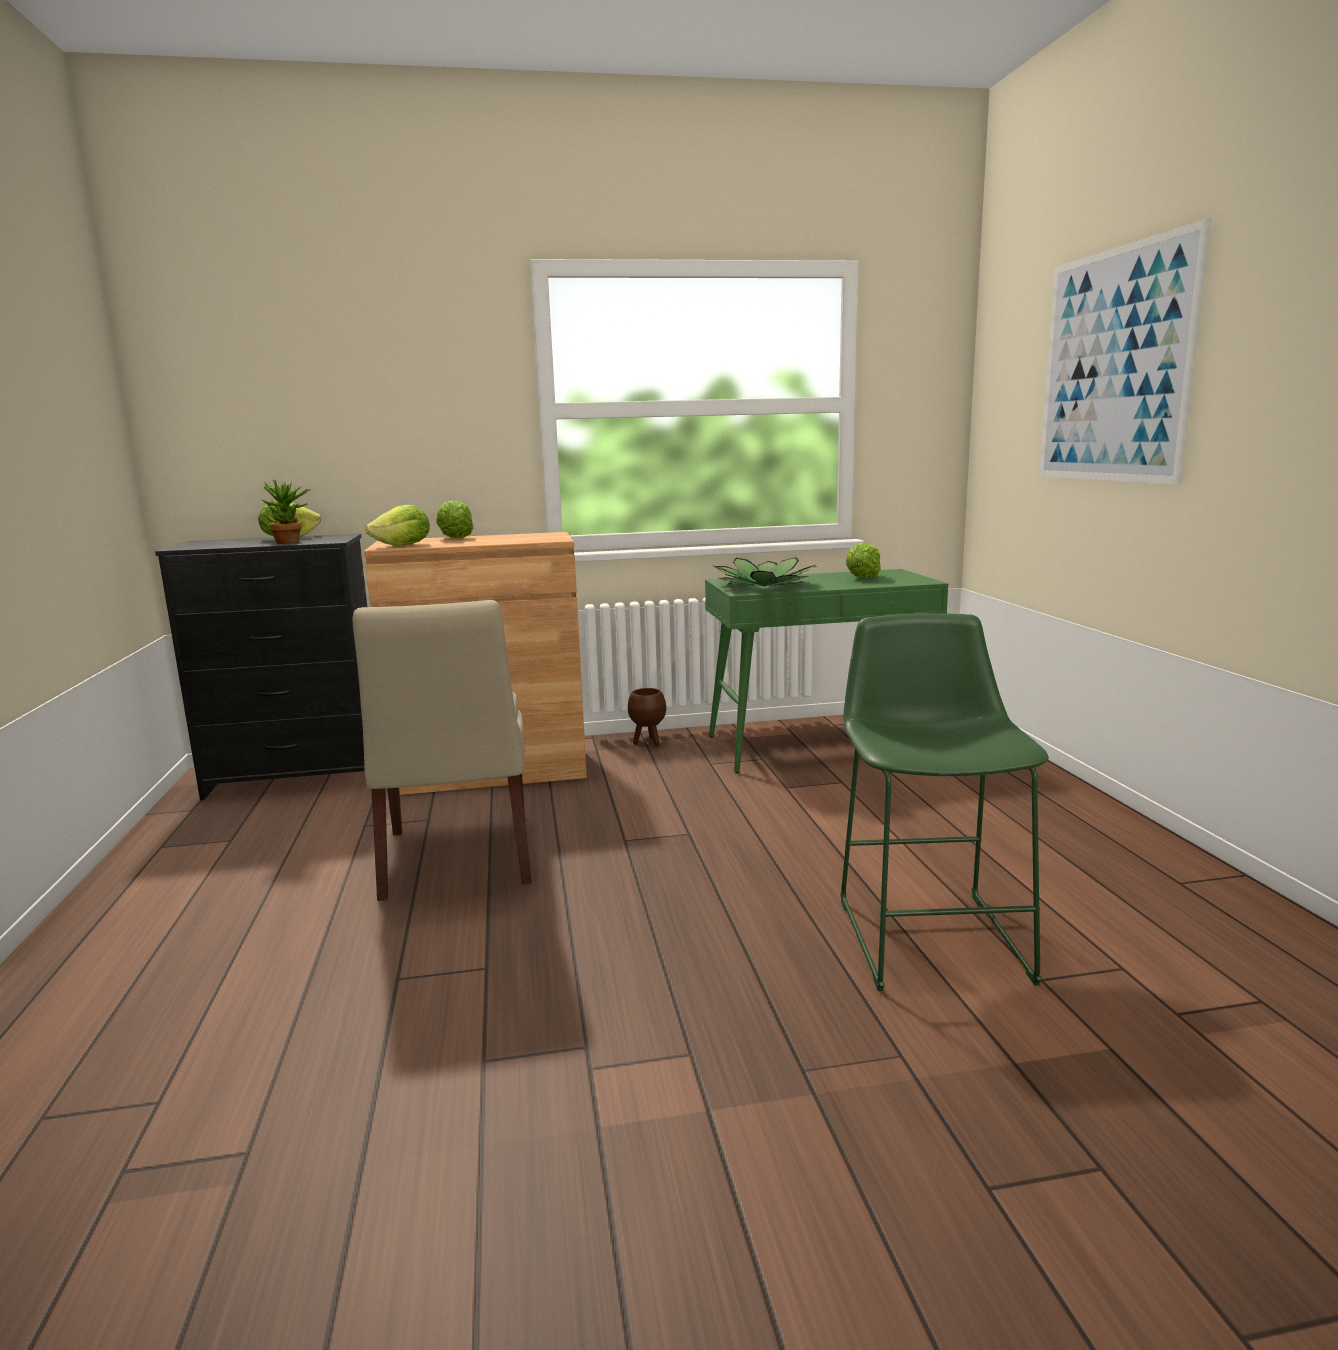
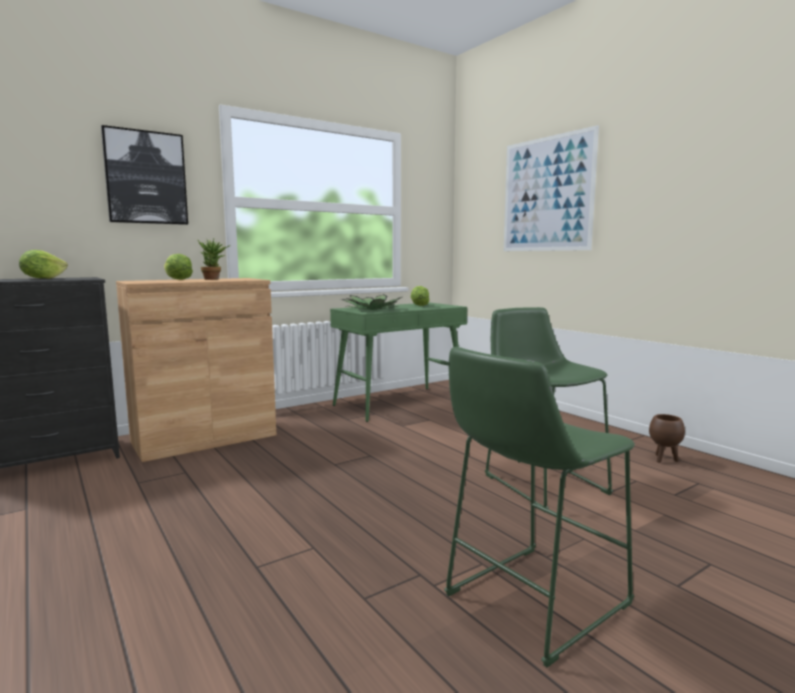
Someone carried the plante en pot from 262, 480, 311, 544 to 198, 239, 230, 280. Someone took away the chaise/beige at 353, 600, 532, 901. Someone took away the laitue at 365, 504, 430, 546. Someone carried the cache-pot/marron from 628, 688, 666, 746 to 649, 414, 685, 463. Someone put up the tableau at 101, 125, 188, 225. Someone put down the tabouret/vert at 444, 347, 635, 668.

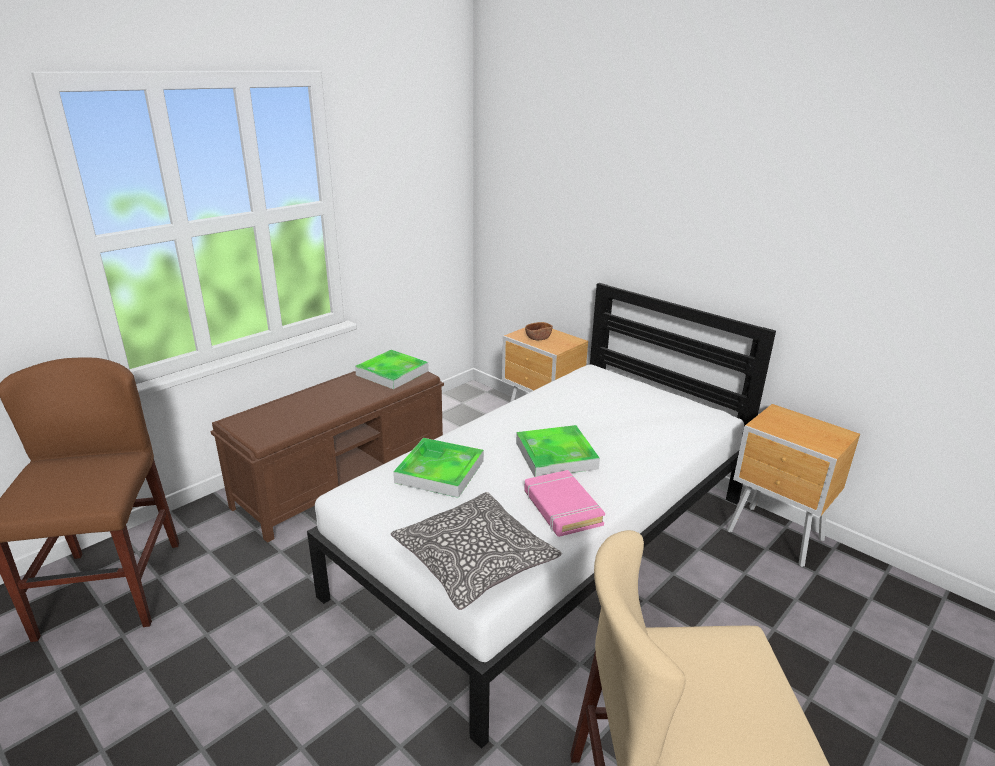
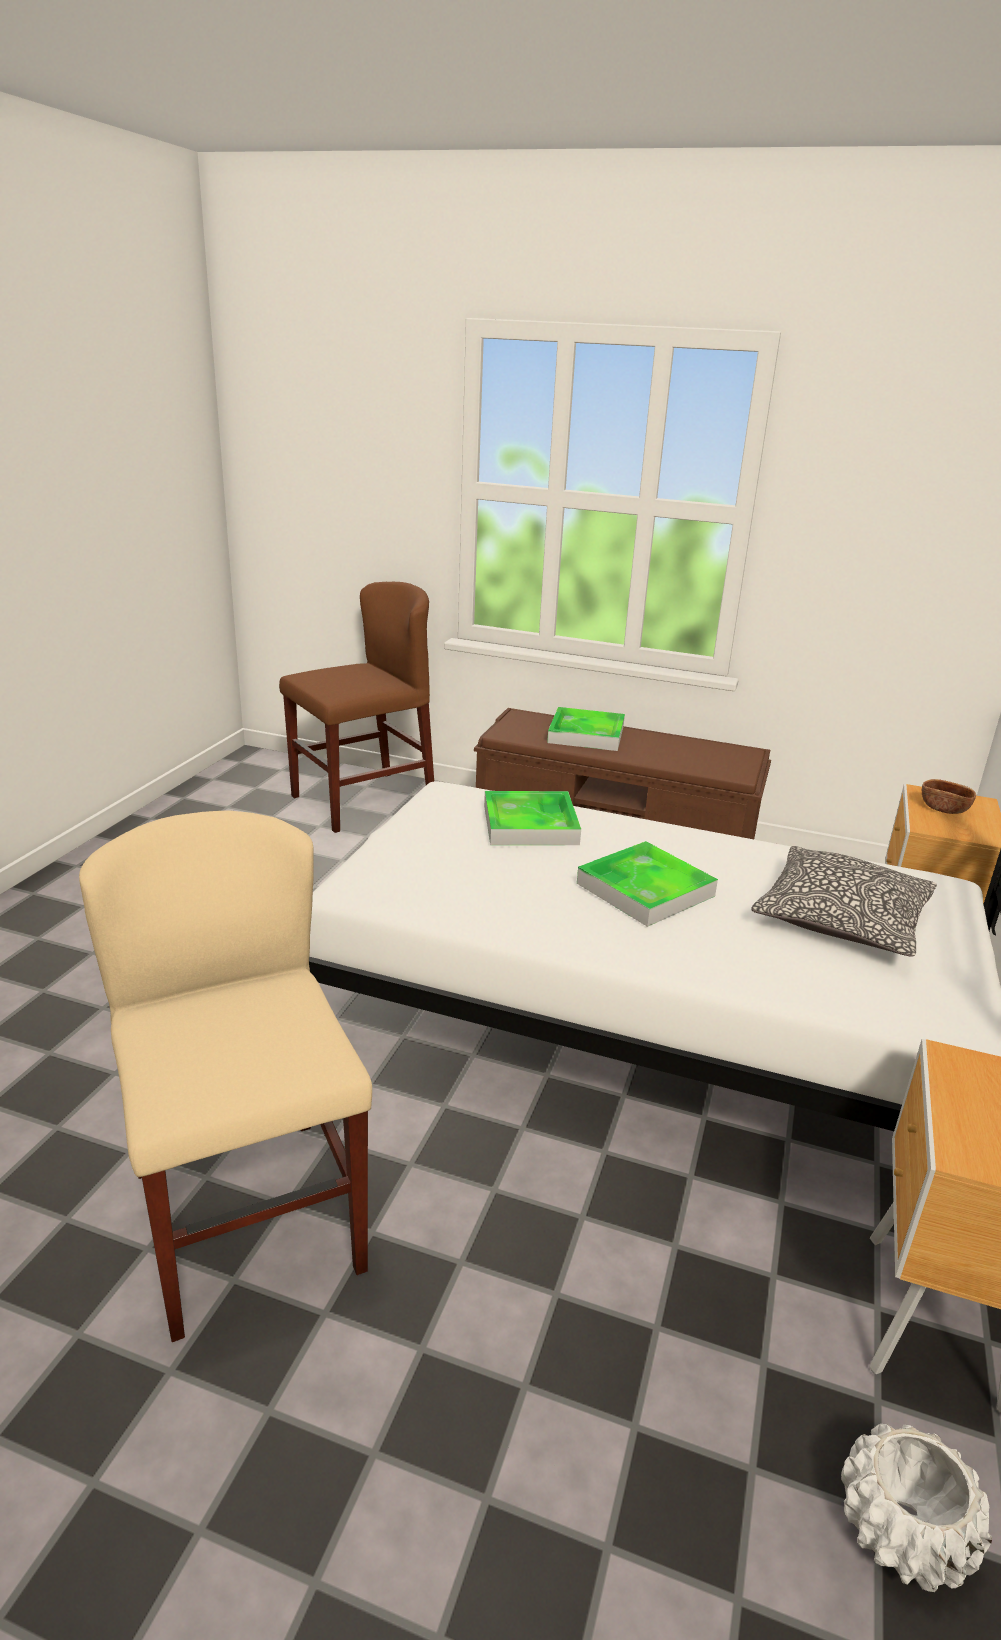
Someone carried the plateau from 355, 350, 429, 389 to 547, 707, 625, 751. Someone carried the coussin from 391, 492, 562, 610 to 751, 846, 937, 957. Someone took away the livre/rose at 524, 470, 605, 537. Someone put down the cache-pot/blanc at 841, 1424, 992, 1592.

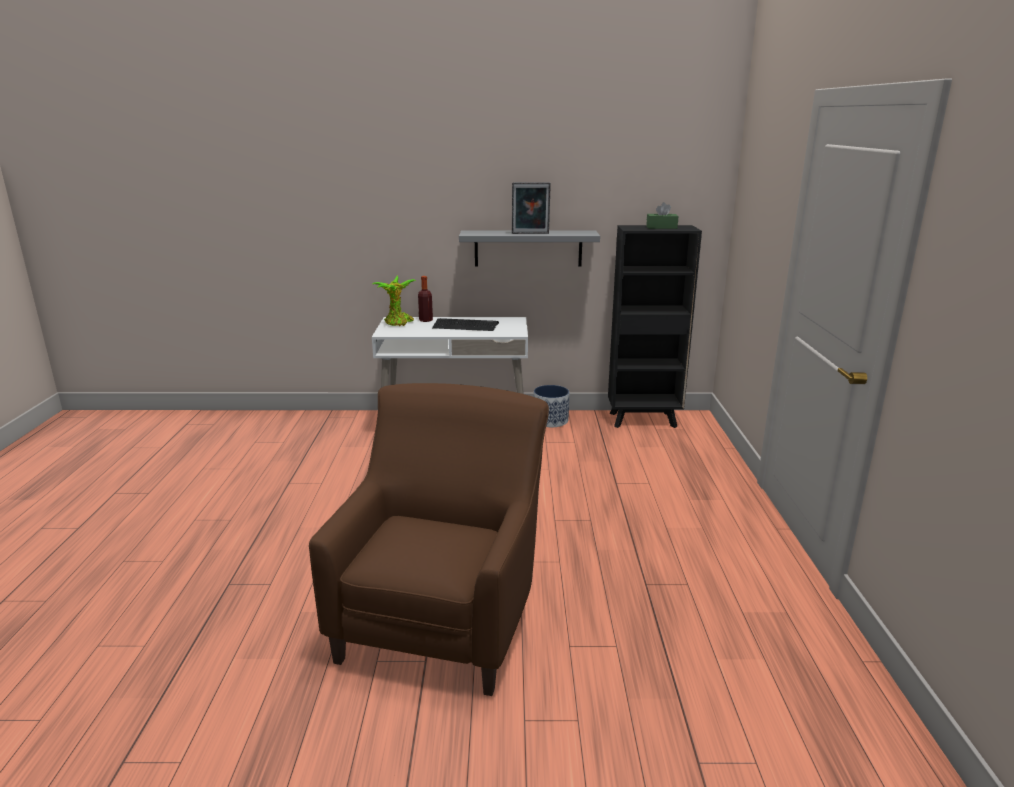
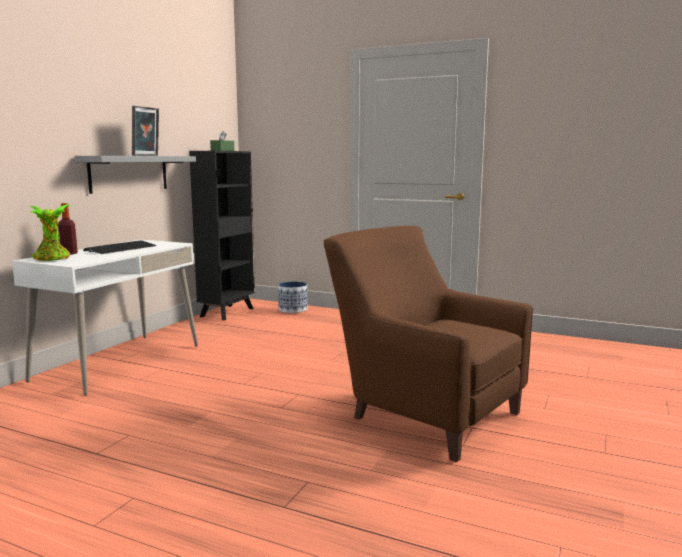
Someone carried the cache-pot from 534, 385, 569, 427 to 278, 281, 307, 313.

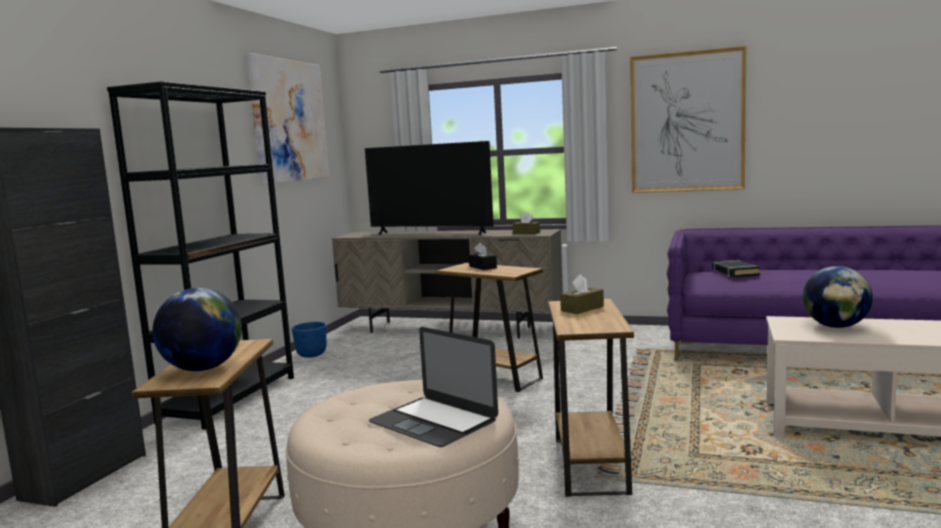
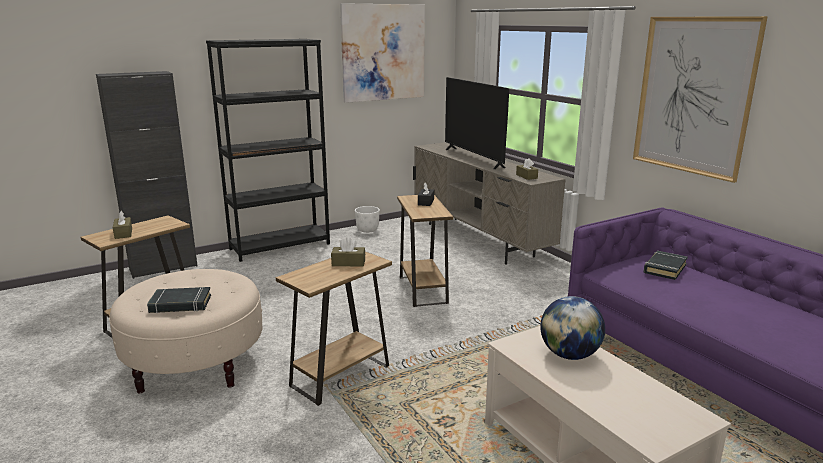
Someone swapped the globe at 152, 288, 242, 371 for the boîte à mouchoirs/marron at 113, 211, 132, 239. Someone repainted the cache-pot/bleu at 292, 322, 327, 358, which became the cache-pot/blanc at 355, 206, 380, 233. Someone swapped the ordinateur portable at 369, 327, 498, 447 for the livre/noir at 147, 287, 211, 313.

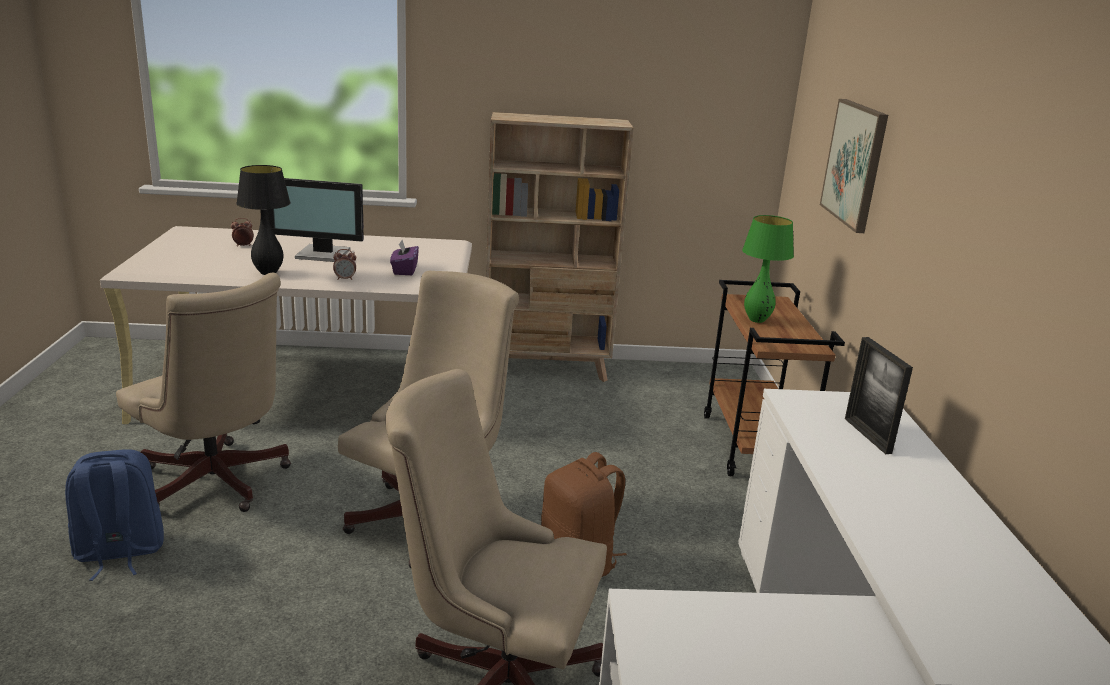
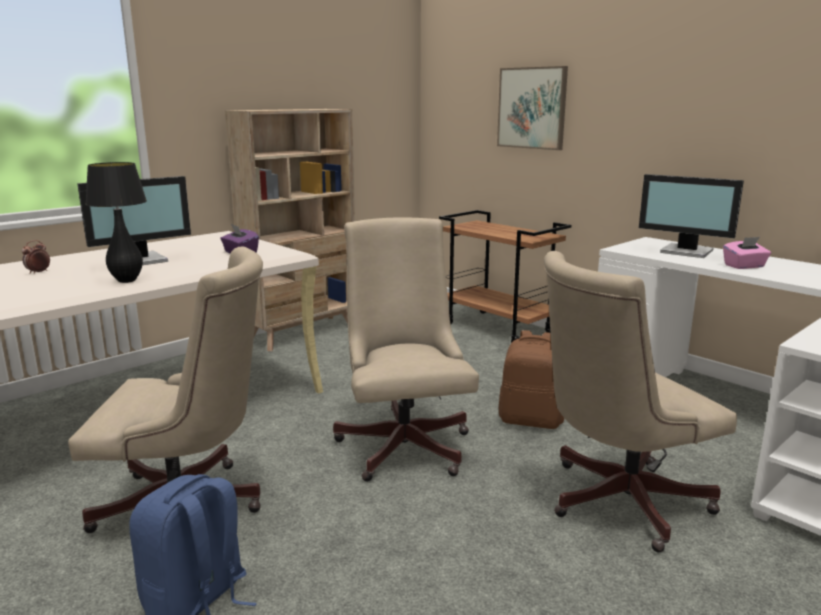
Someone took away the réveil at 333, 249, 356, 280. Someone took away the lampe de table/vert at 742, 215, 794, 323. Someone swapped the cadre photo at 845, 337, 913, 454 for the écran d'ordinateur at 639, 174, 744, 258. Someone put down the boîte à mouchoirs/rose at 723, 237, 771, 269.

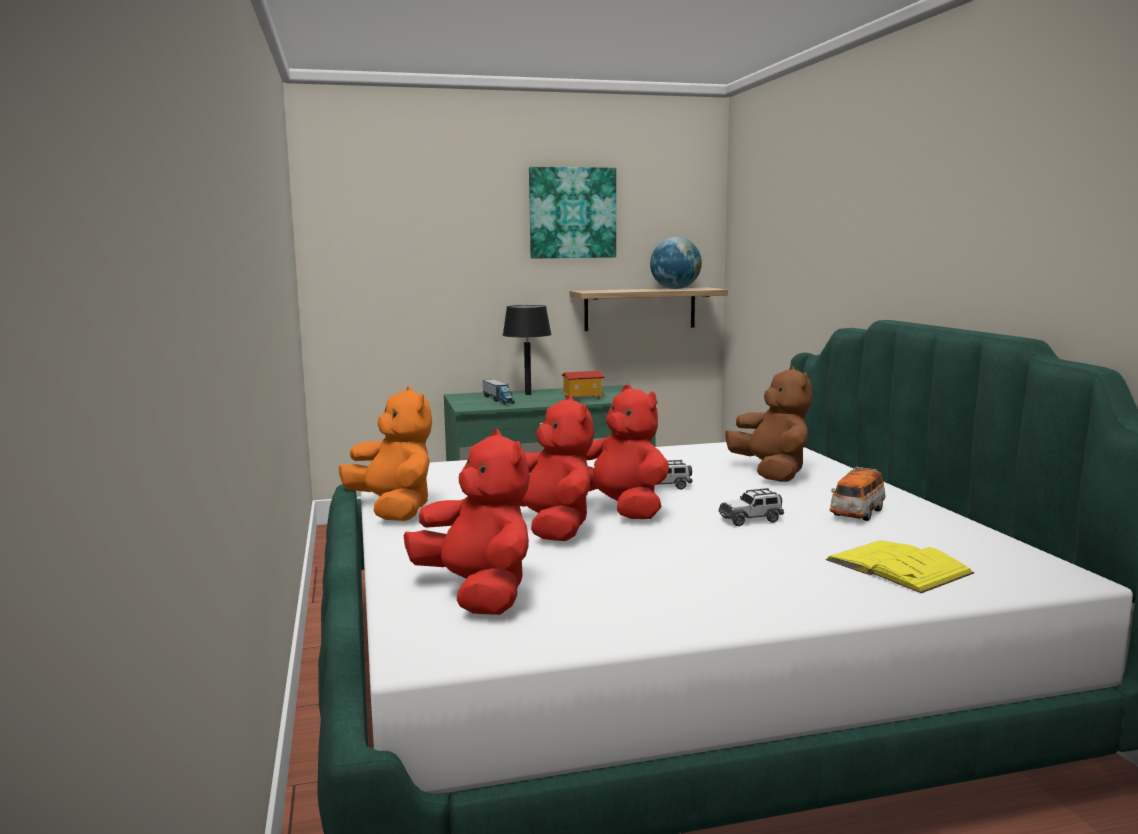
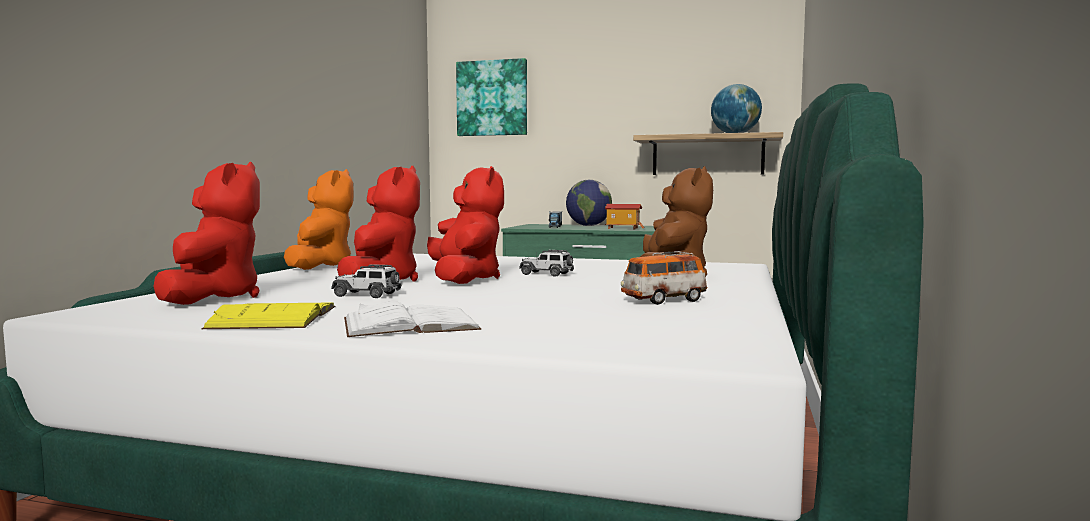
Someone swapped the lampe de table/noir at 503, 305, 552, 395 for the globe at 566, 180, 612, 226. Someone carried the tableau from 529, 167, 616, 258 to 456, 58, 527, 136. Someone carried the petite voiture from 718, 488, 784, 526 to 331, 264, 401, 298. Someone carried the livre/jaune from 826, 540, 974, 593 to 202, 302, 335, 329. Someone put down the livre/blanc at 344, 301, 481, 337.

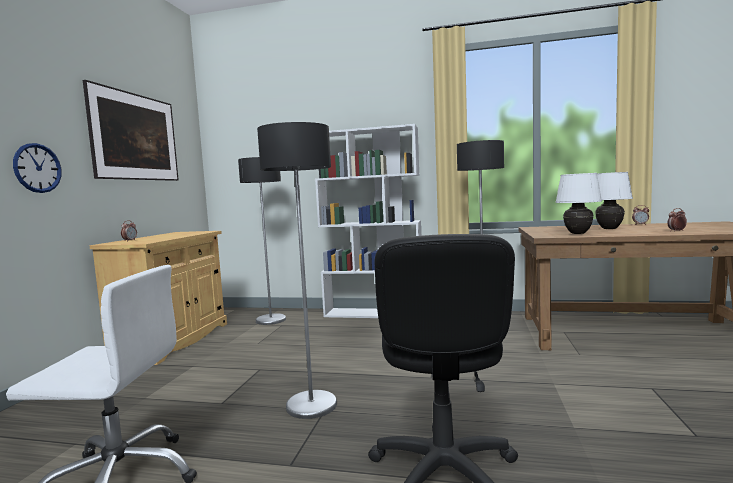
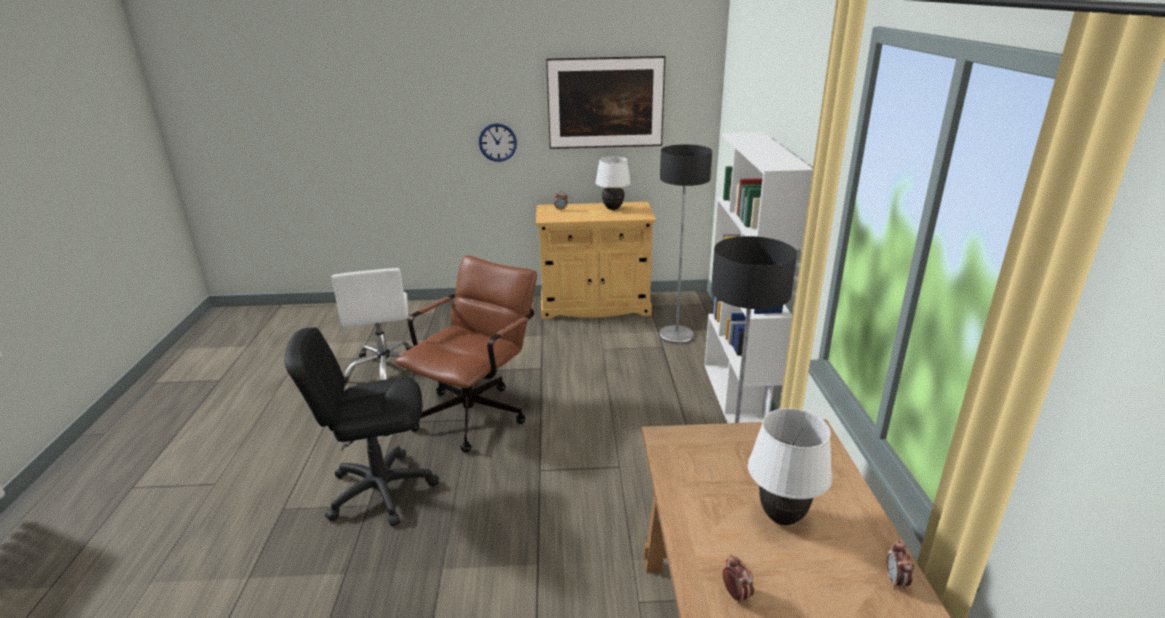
Someone swapped the lampadaire at 257, 122, 337, 419 for the chaise de bureau/marron at 395, 255, 537, 453. Someone carried the lampe de table/blanc from 555, 173, 602, 234 to 595, 156, 631, 210.

